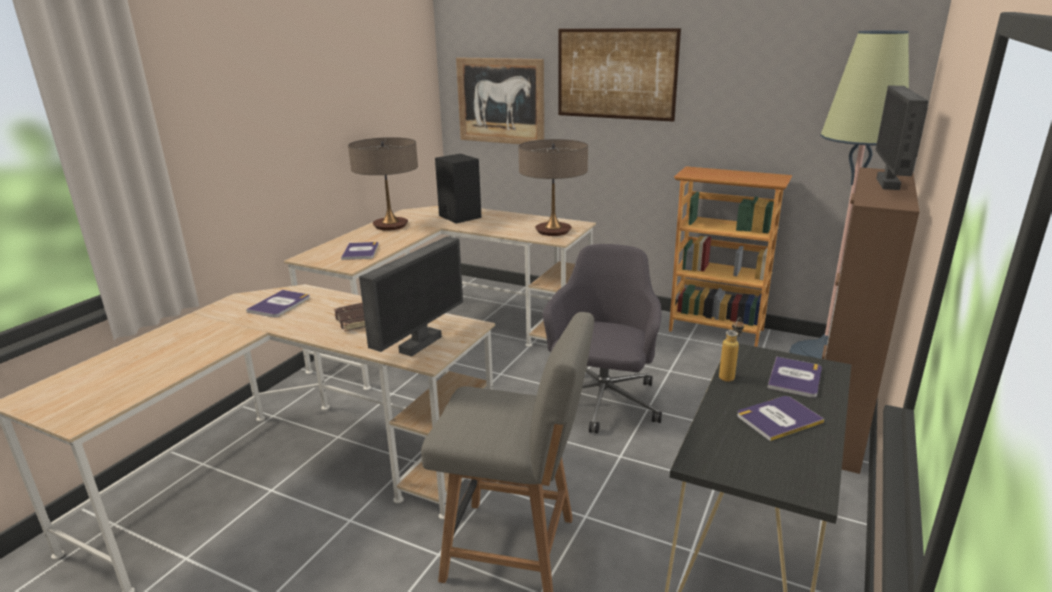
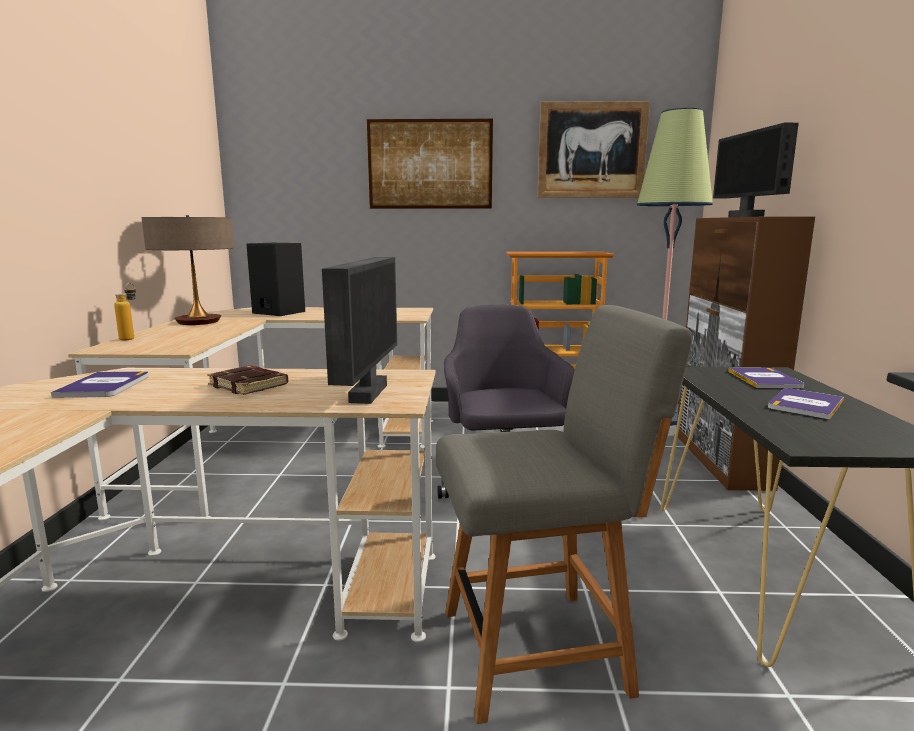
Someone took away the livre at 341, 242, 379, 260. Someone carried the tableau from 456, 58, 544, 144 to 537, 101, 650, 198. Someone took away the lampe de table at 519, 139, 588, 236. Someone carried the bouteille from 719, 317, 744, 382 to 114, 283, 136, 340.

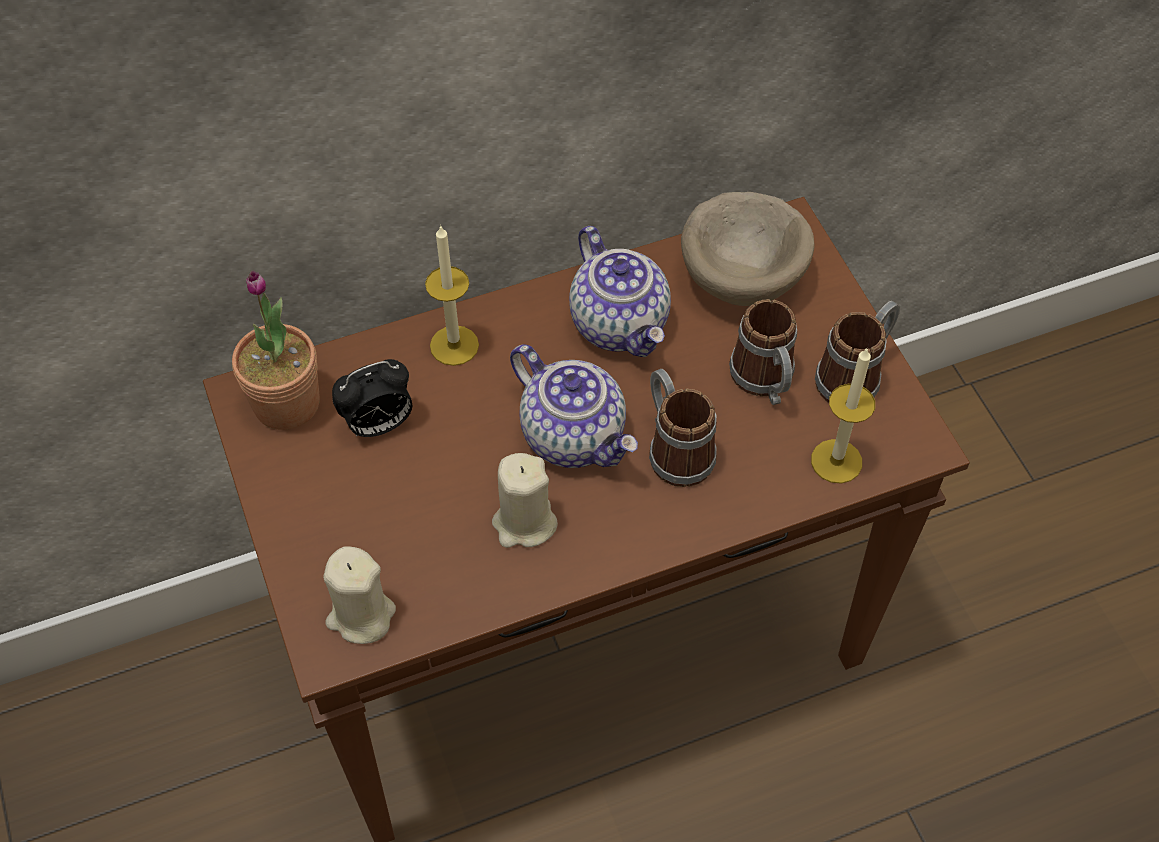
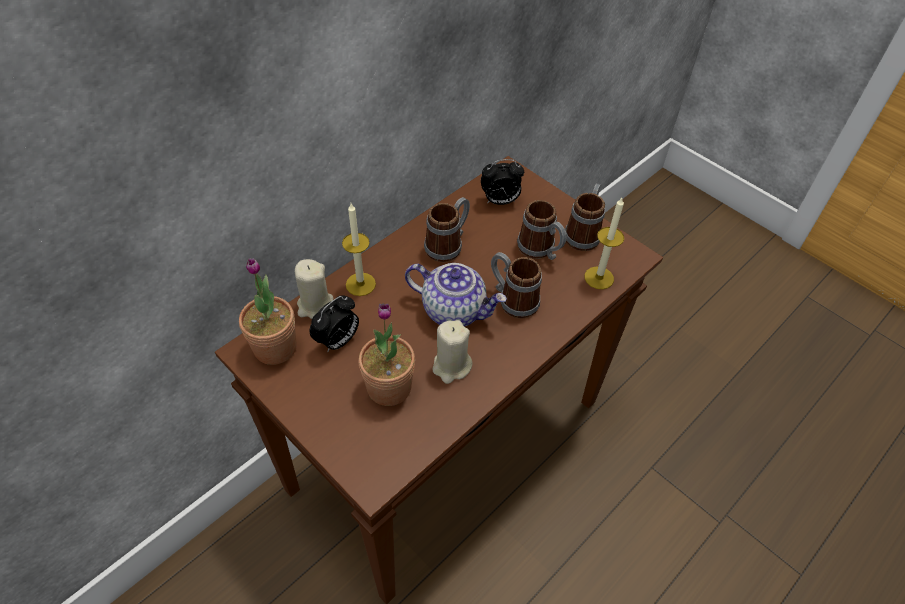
Someone carried the bougie/beige from 323, 546, 396, 644 to 295, 259, 334, 319. Someone swapped the théière at 569, 226, 671, 357 for the mug at 424, 197, 470, 262. Someone swapped the bol/beige at 681, 192, 815, 306 for the réveil at 481, 159, 524, 205. Someone put down the plante en pot at 359, 303, 415, 406.

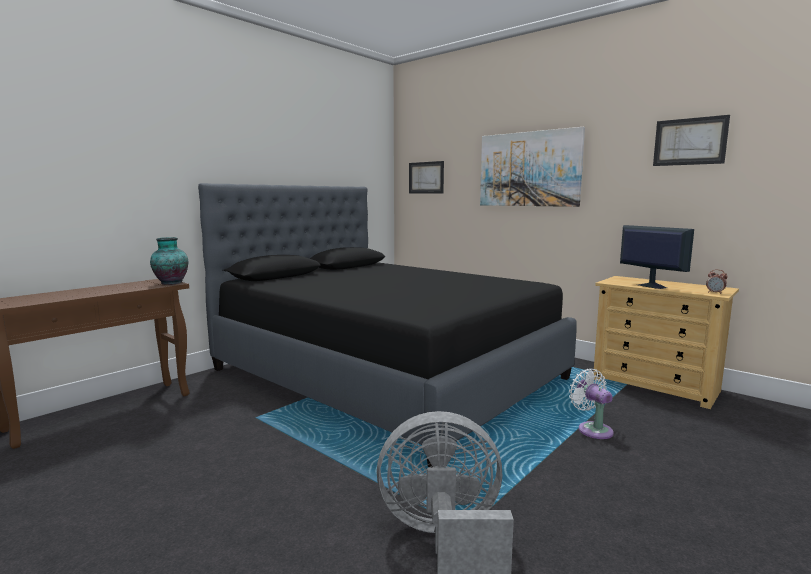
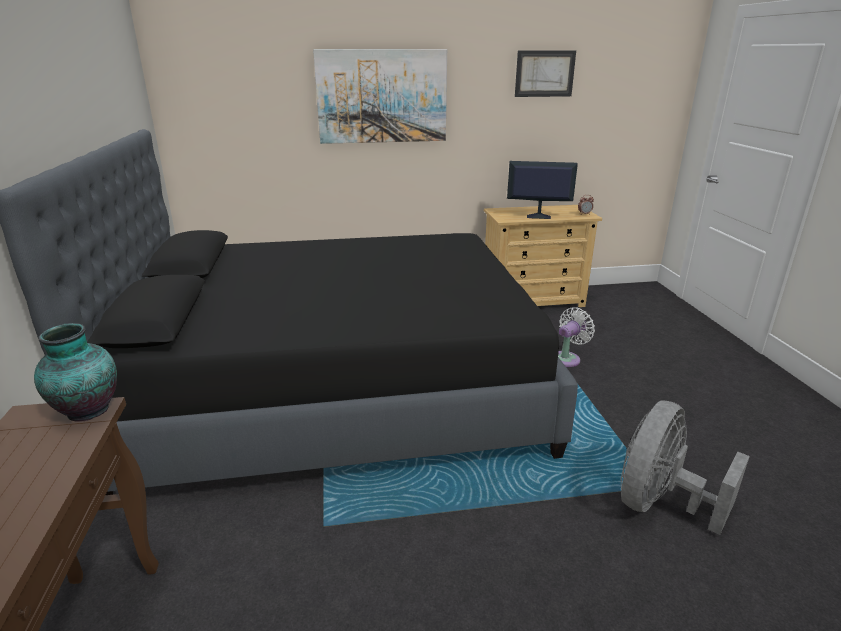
Someone took away the tableau at 409, 161, 444, 194. Someone rotated the ventilateur/blanc at 569, 369, 614, 439 by 120 degrees clockwise.

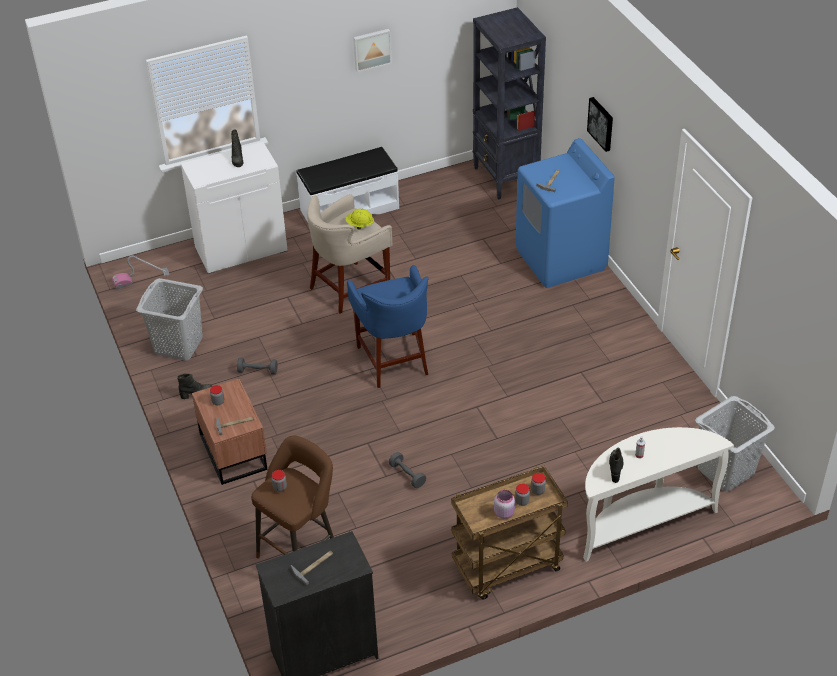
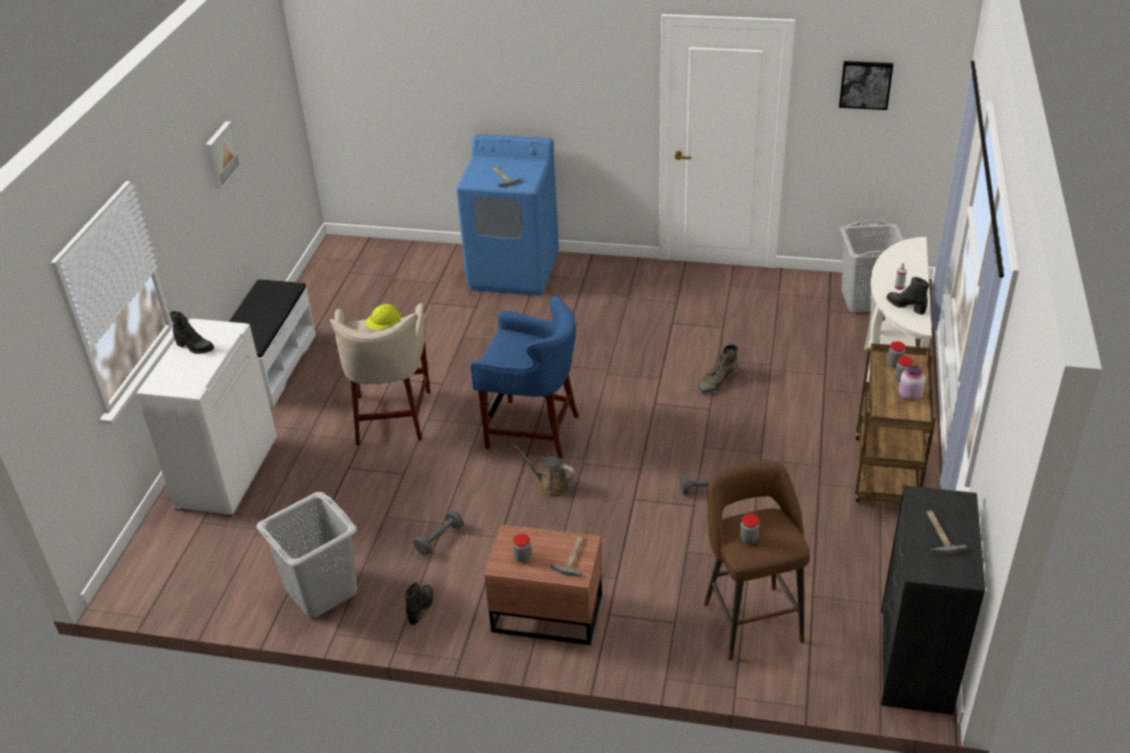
Someone took away the aspirateur at 112, 255, 170, 289. Someone took away the bibliothèque/noir at 473, 7, 546, 200. Someone carried the tableau from 587, 97, 613, 152 to 839, 61, 893, 110. Someone put down the arrosoir/marron at 514, 445, 576, 497. Someone put down the botte/vert at 697, 344, 738, 395.

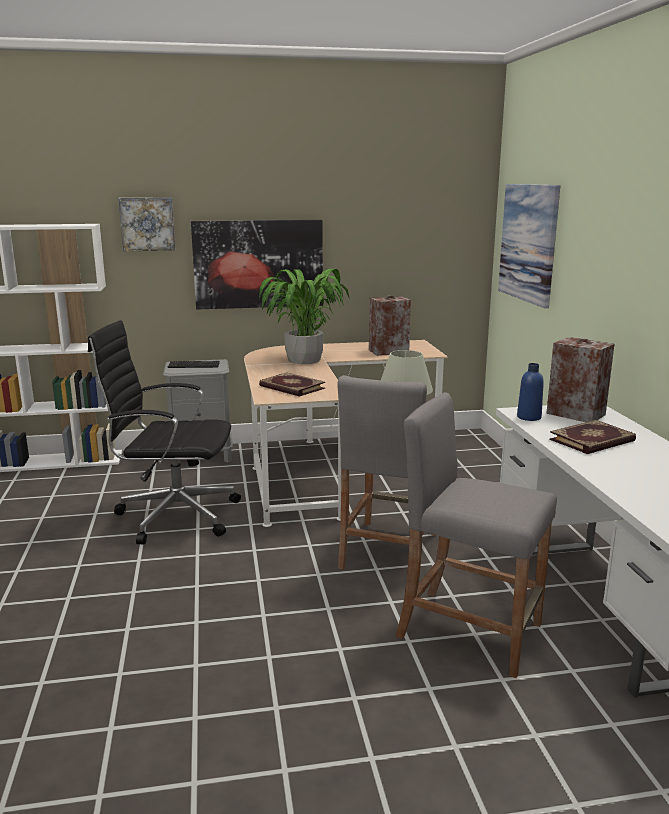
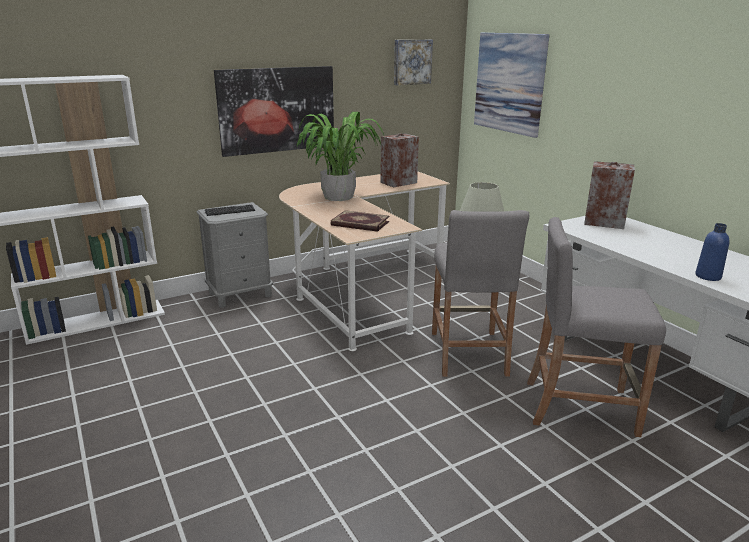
Someone took away the chaise de bureau/noir at 88, 320, 241, 544. Someone carried the tableau from 118, 198, 175, 251 to 394, 40, 433, 85. Someone carried the bouteille/bleu from 517, 363, 544, 421 to 695, 223, 730, 281. Someone took away the livre at 549, 420, 636, 454.

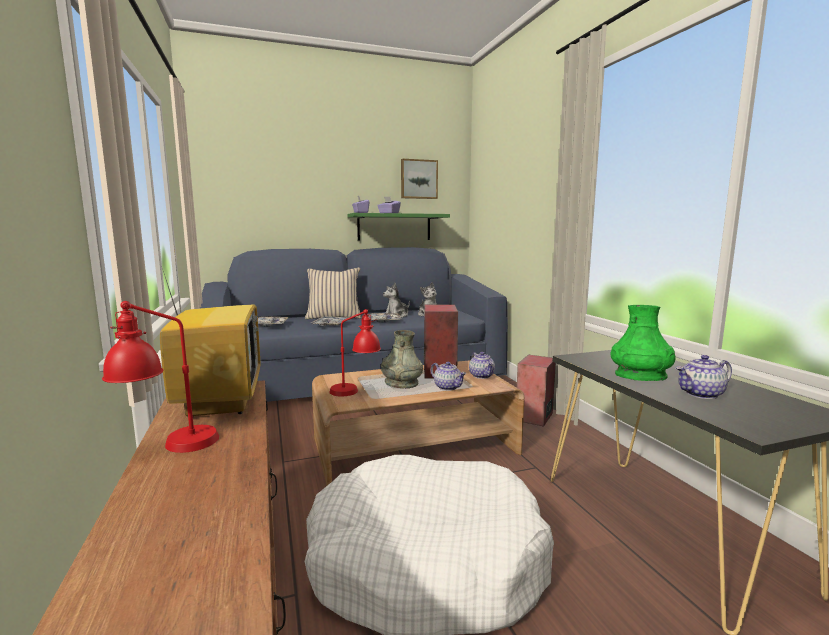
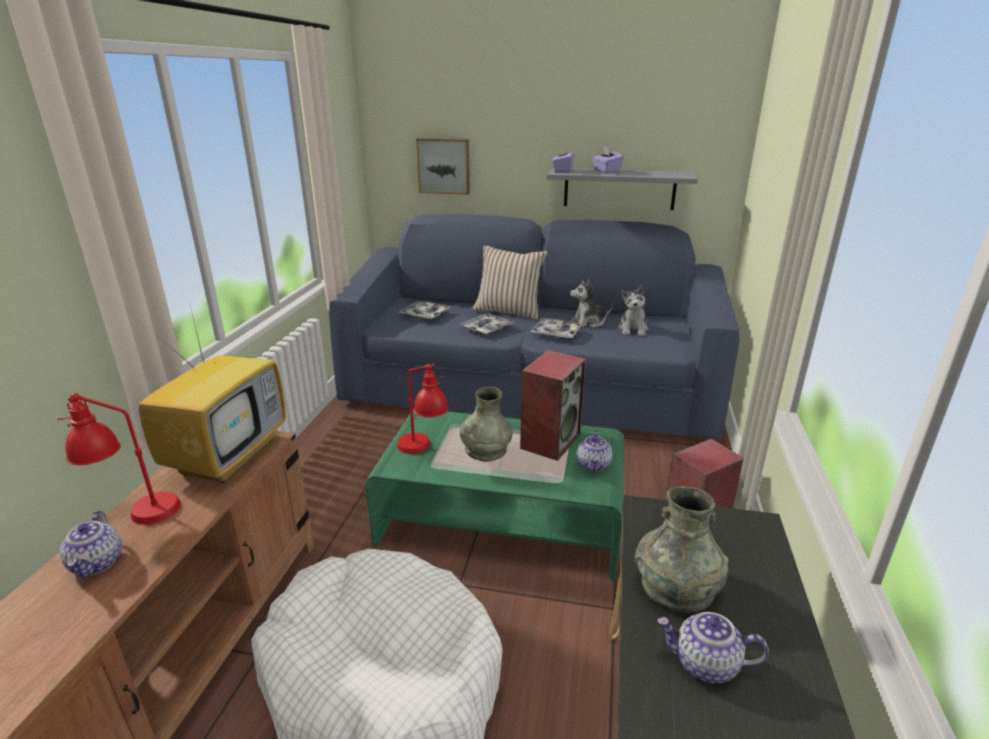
Someone repainted the table basse/marron at 312, 360, 525, 485, which became the table basse/vert at 365, 410, 624, 582. Someone repainted the étagère/vert at 347, 213, 450, 241, which became the étagère/gris at 546, 168, 698, 210. Someone carried the tableau from 401, 159, 438, 199 to 416, 138, 470, 195. Someone carried the théière from 431, 362, 466, 391 to 60, 511, 122, 578. Someone repainted the vase/vert at 610, 305, 676, 381, which became the vase/gris at 635, 486, 728, 613.

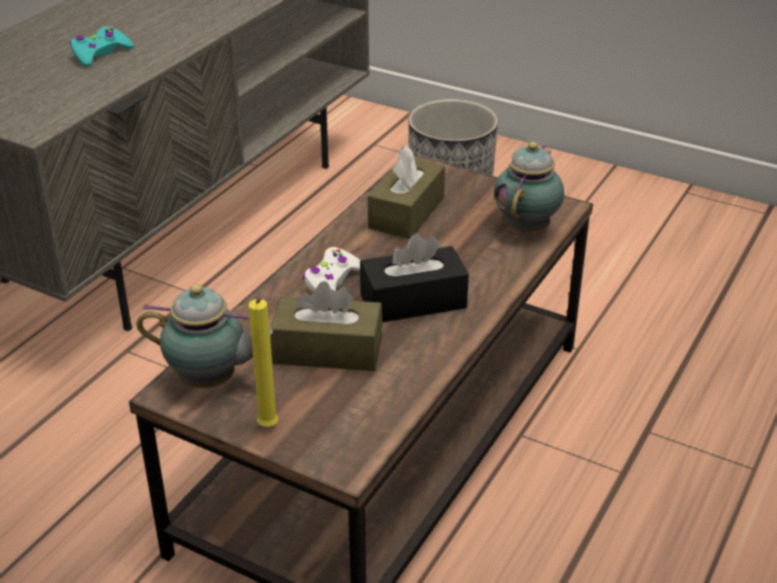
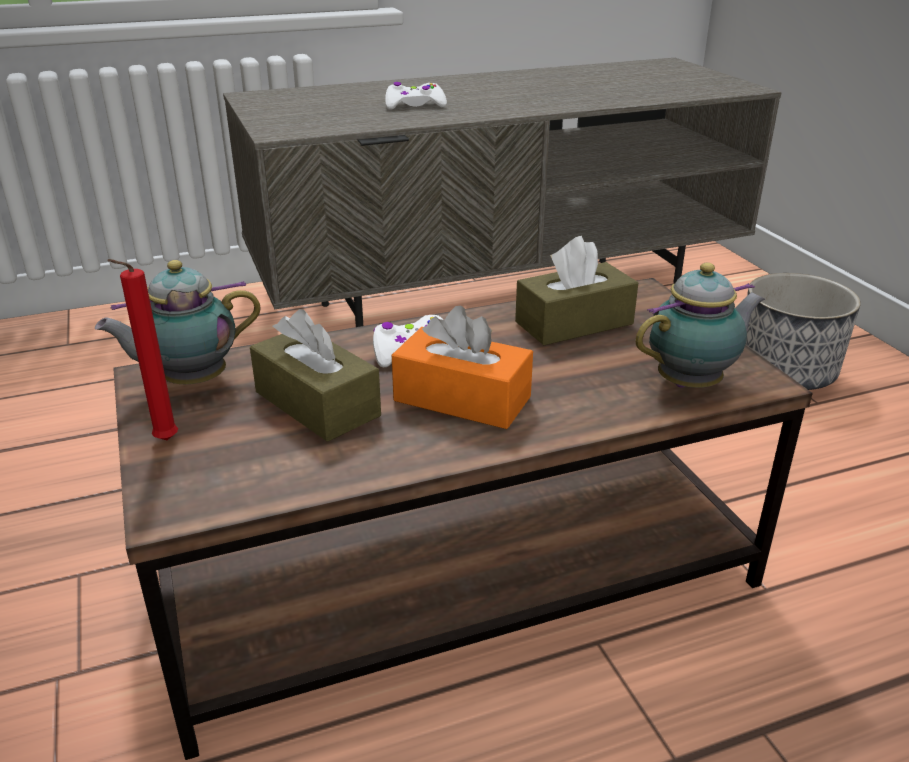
Someone repainted the manette/turquoise at 69, 26, 134, 67, which became the manette/blanc at 385, 82, 447, 110. Someone rotated the théière at 137, 284, 273, 388 by 105 degrees clockwise. Someone repainted the bougie/jaune at 249, 297, 278, 427, which became the bougie/rouge at 107, 259, 178, 440. Someone repainted the boîte à mouchoirs/noir at 360, 234, 469, 322, which became the boîte à mouchoirs/orange at 392, 306, 533, 429.

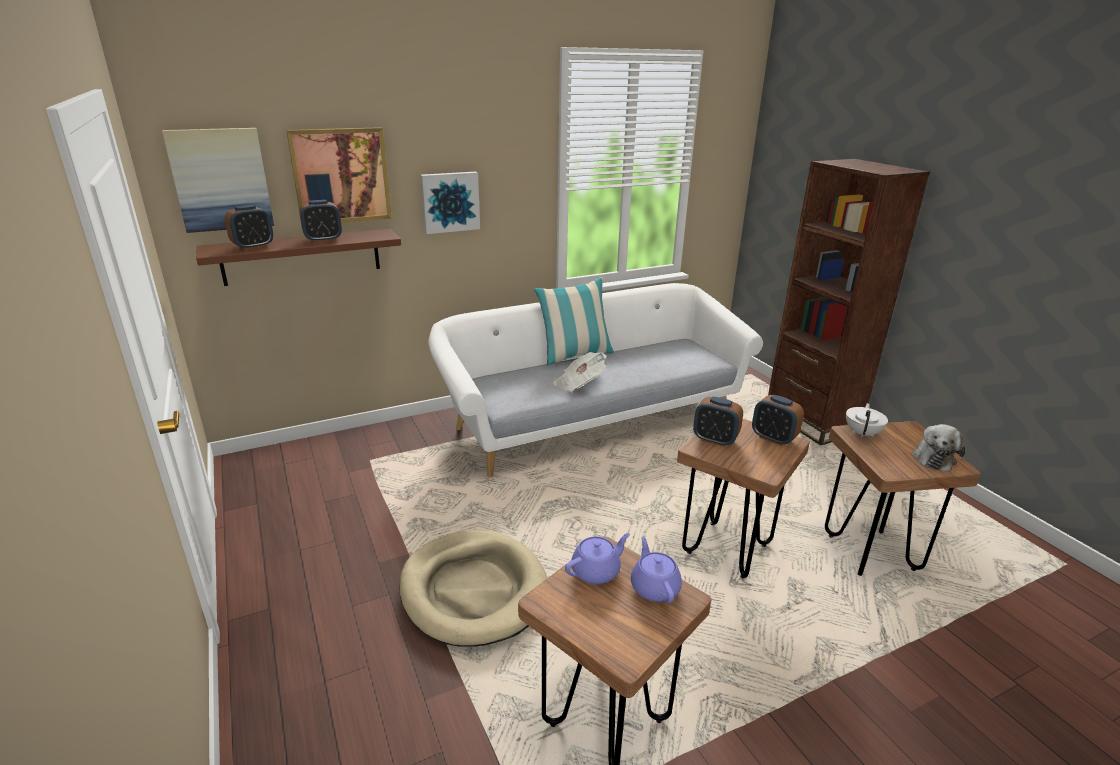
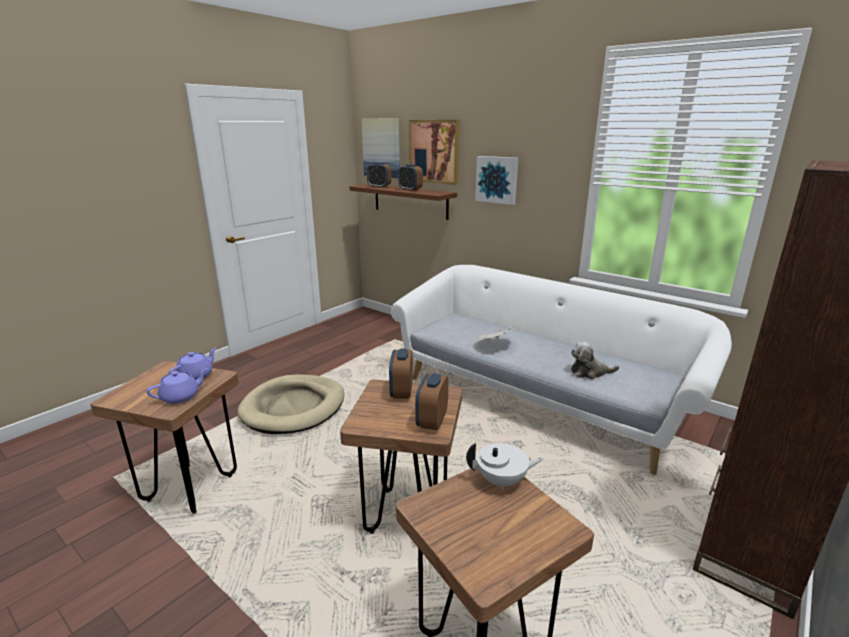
Someone took away the coussin at 534, 278, 615, 365. Someone rotated the théière/violet at 565, 533, 630, 584 by 90 degrees counterclockwise. Someone carried the peluche from 912, 424, 966, 472 to 571, 342, 619, 379.

